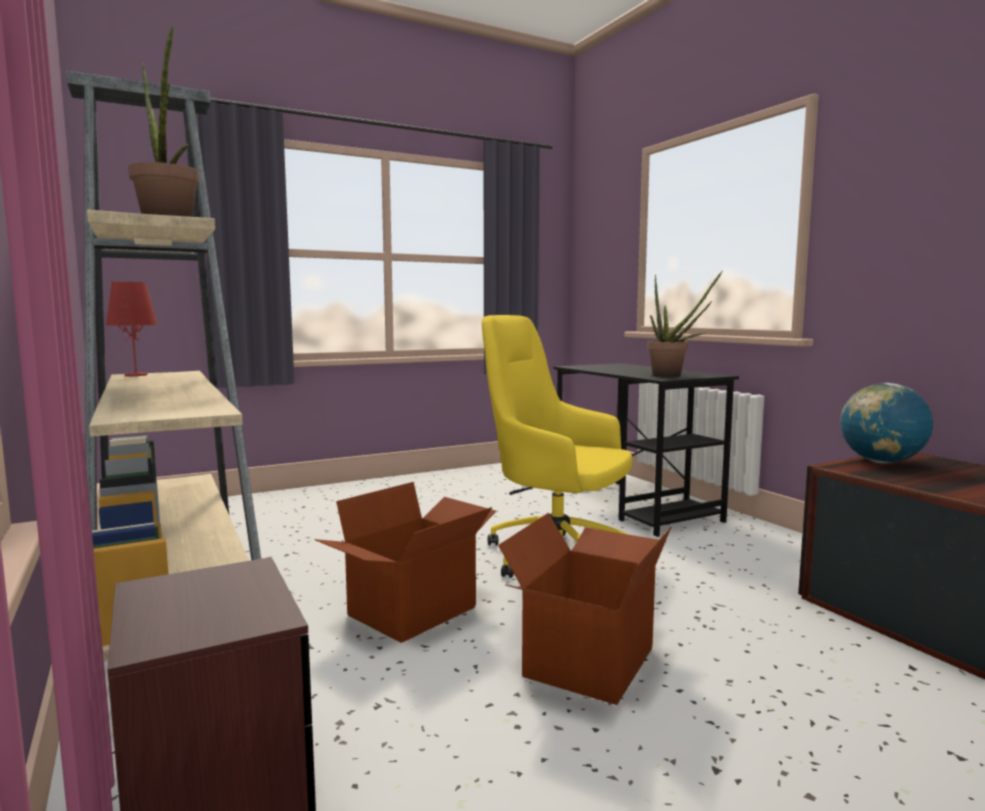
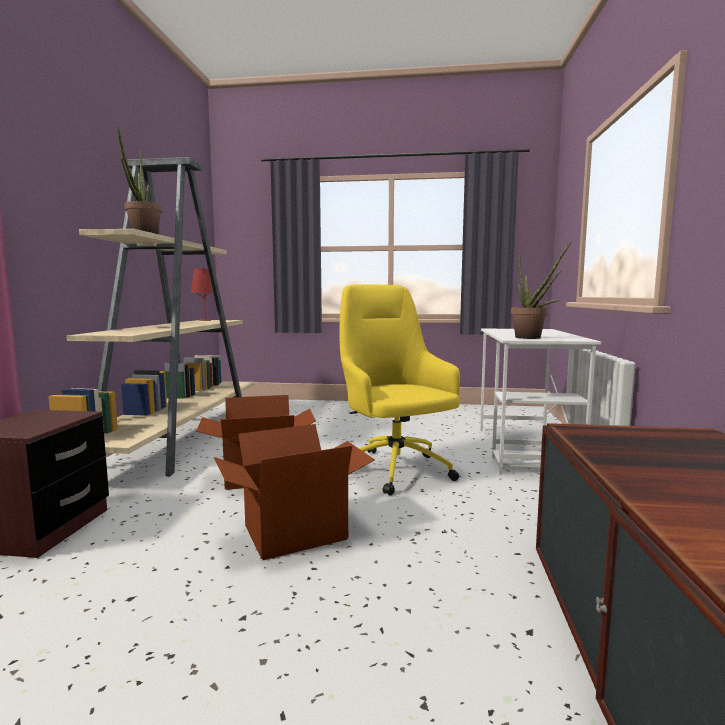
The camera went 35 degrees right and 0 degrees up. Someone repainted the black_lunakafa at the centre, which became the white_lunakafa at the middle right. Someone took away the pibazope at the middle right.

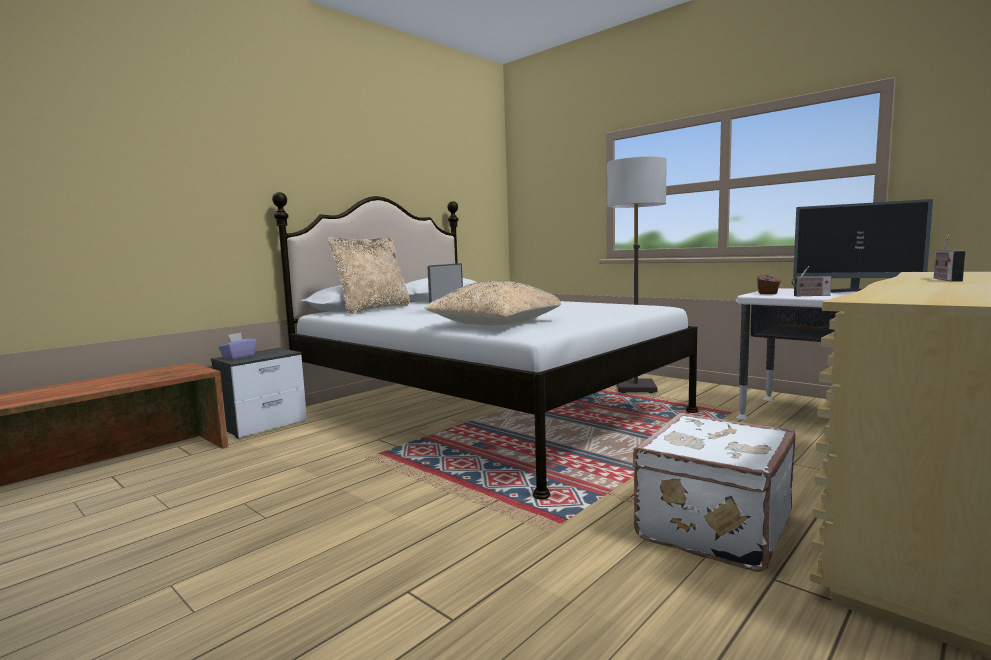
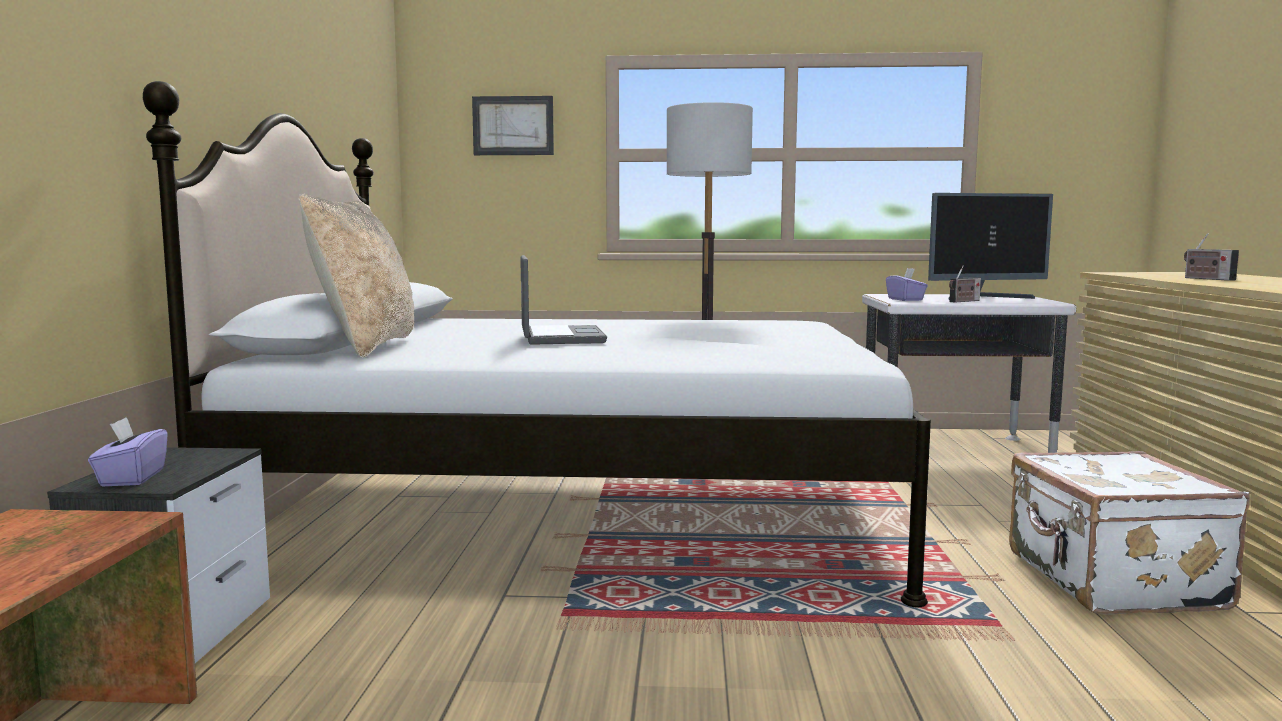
The camera went 40 degrees left and 0 degrees up. Someone put up the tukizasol at the top centre. Someone repainted the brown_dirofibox at the middle right, which became the purple_dirofibox (2nd from left) at the middle right. Someone took away the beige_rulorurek (2nd from left) at the centre.

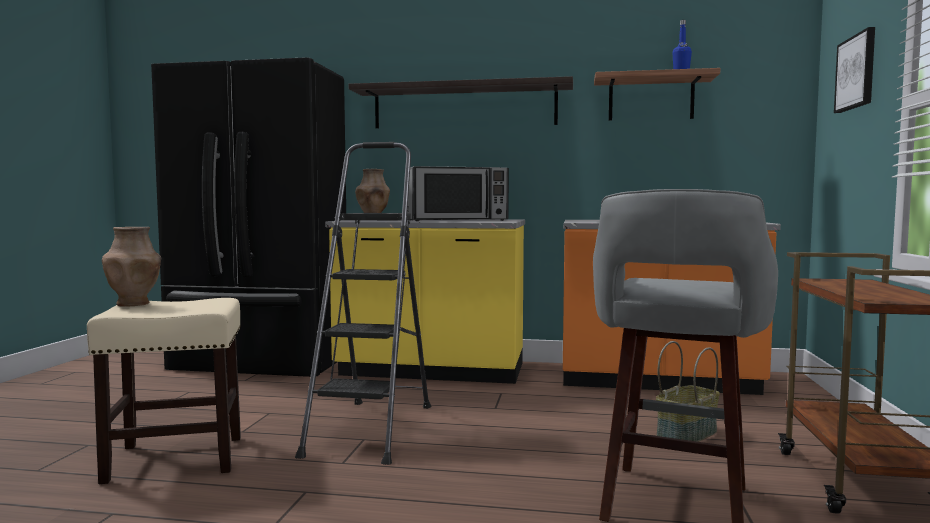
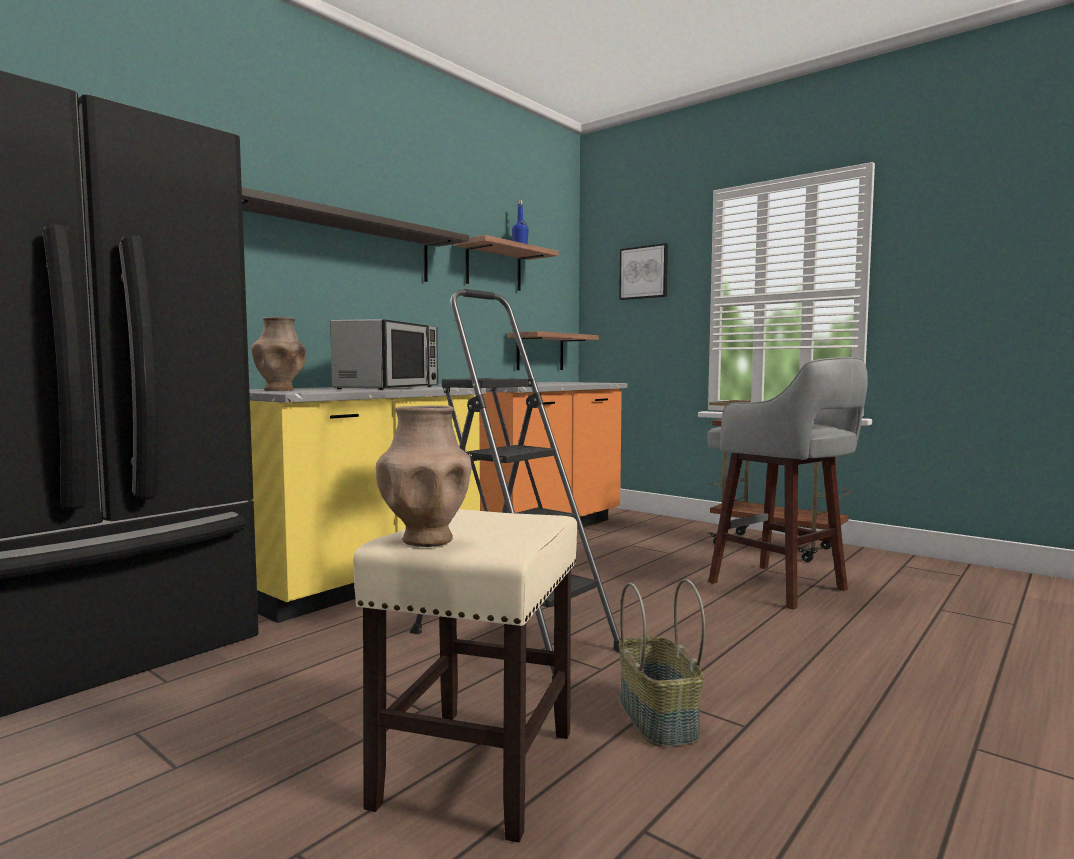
The camera went 60 degrees left and 0 degrees up. Someone put up the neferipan (3rd from left) at the centre. Someone carried the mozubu from the bottom right to the bottom centre.

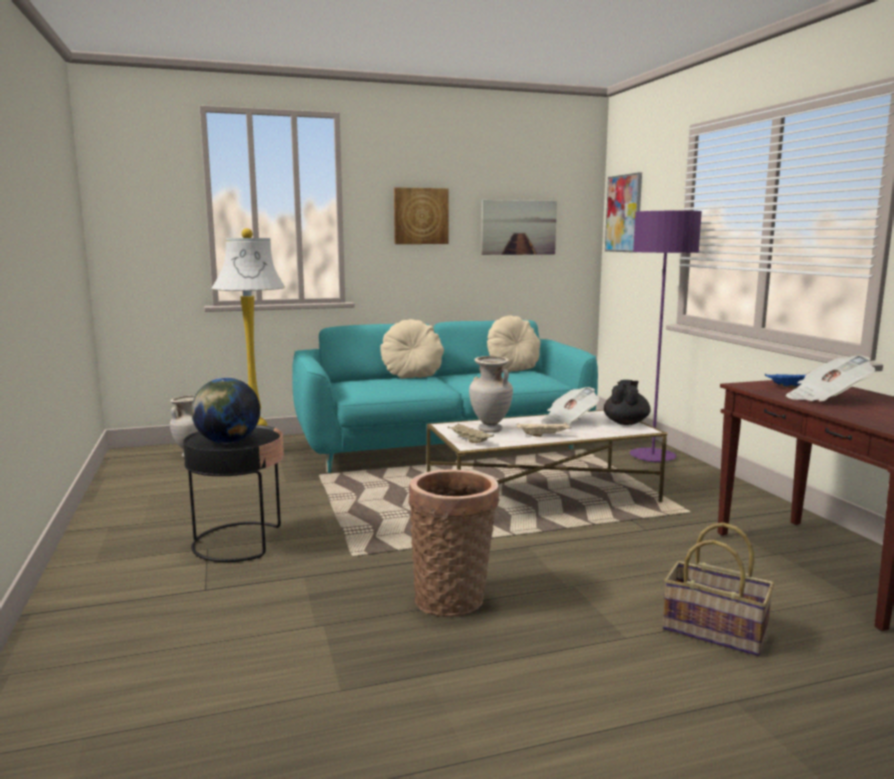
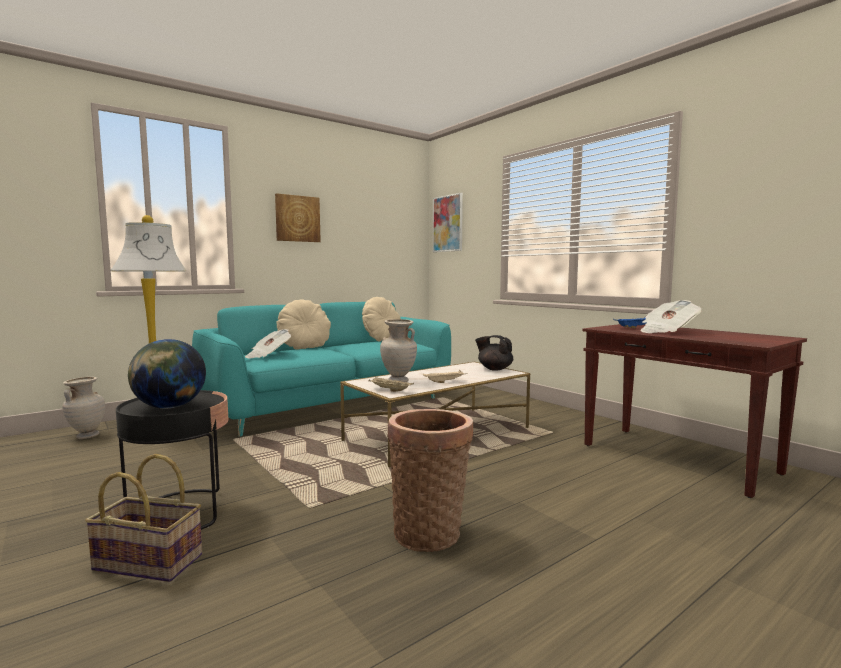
The camera went 20 degrees left and 5 degrees down. Someone carried the mozubu (2nd from left in the first image) from the bottom right to the bottom left. Someone carried the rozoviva (1st from left) from the centre to the middle left. Someone rotated the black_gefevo at the middle right by 60 degrees counterclockwise. Someone took away the tukizasol (2nd from left) at the top centre. Someone took away the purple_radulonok at the middle right.

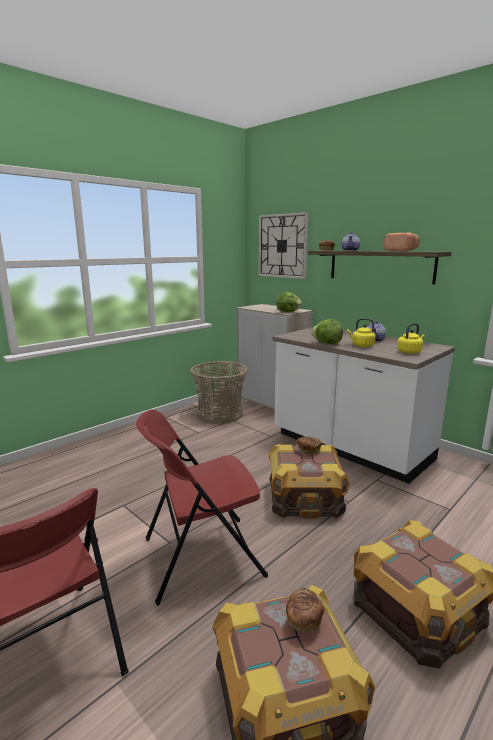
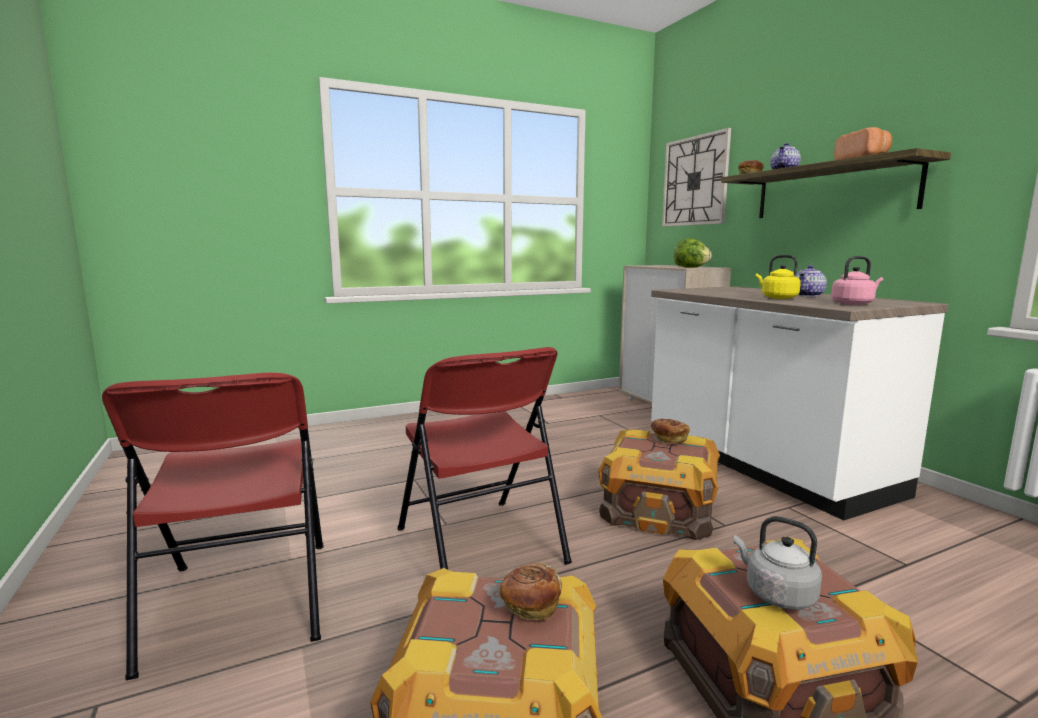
The camera went 20 degrees right and 5 degrees down. Someone rotated the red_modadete (2nd from left) at the bottom centre by 120 degrees counterclockwise. Someone put down the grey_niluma at the bottom right. Someone repainted the yellow_niluma (2nd from left) at the middle right, which became the pink_niluma at the middle right. Someone took away the mozubu at the centre. Someone took away the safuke (2nd from left) at the centre.

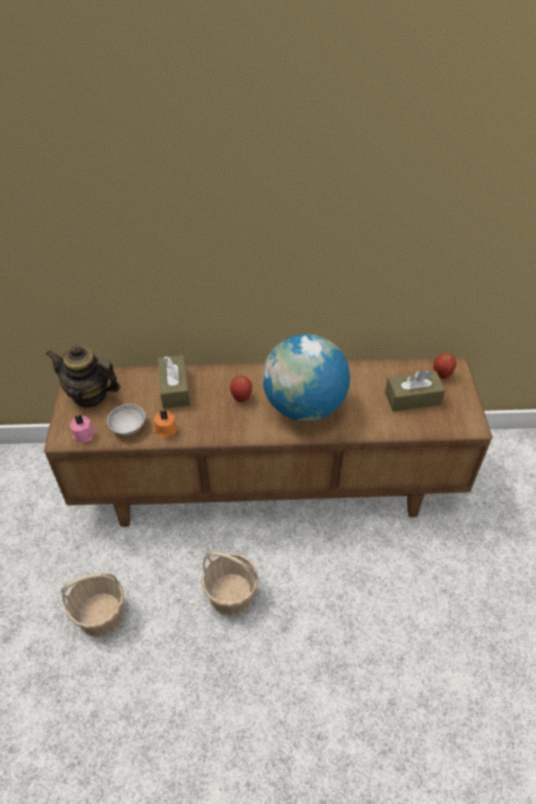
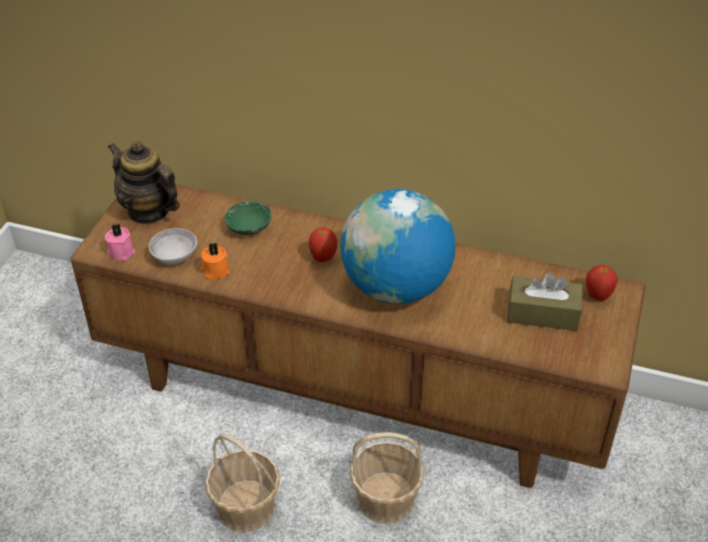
The camera went 20 degrees right and 5 degrees down. Someone swapped the brown_dirofibox (1st from left) at the middle left for the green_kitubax at the centre. Someone carried the mozubu (1st from left in the first image) from the bottom left to the bottom centre.

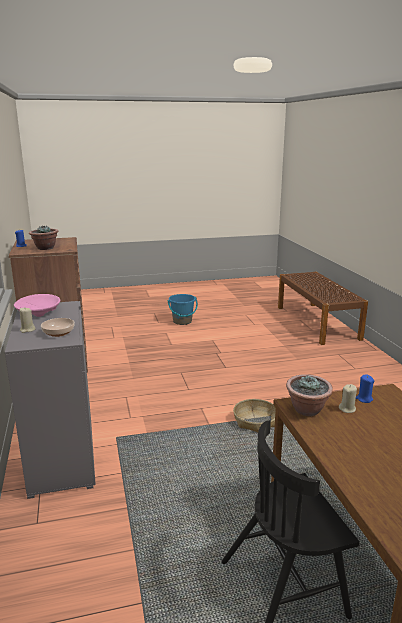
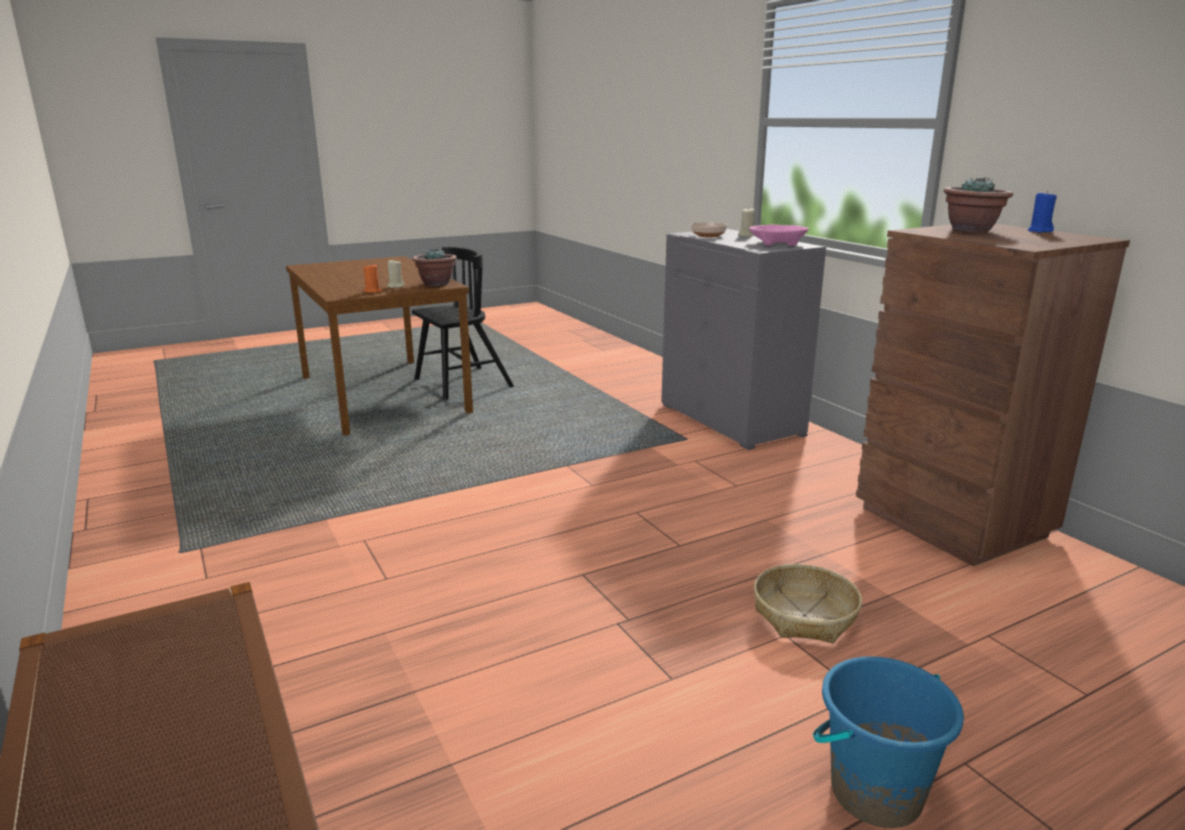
The camera went 165 degrees right and 0 degrees up. Someone repainted the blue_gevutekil (2nd from left) at the middle right, which became the orange_gevutekil at the middle left. Someone carried the mozubu from the bottom centre to the bottom right.

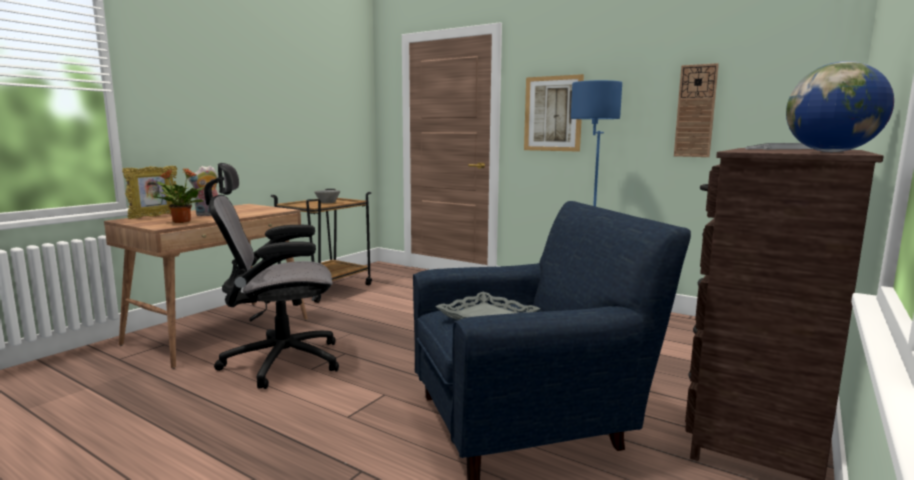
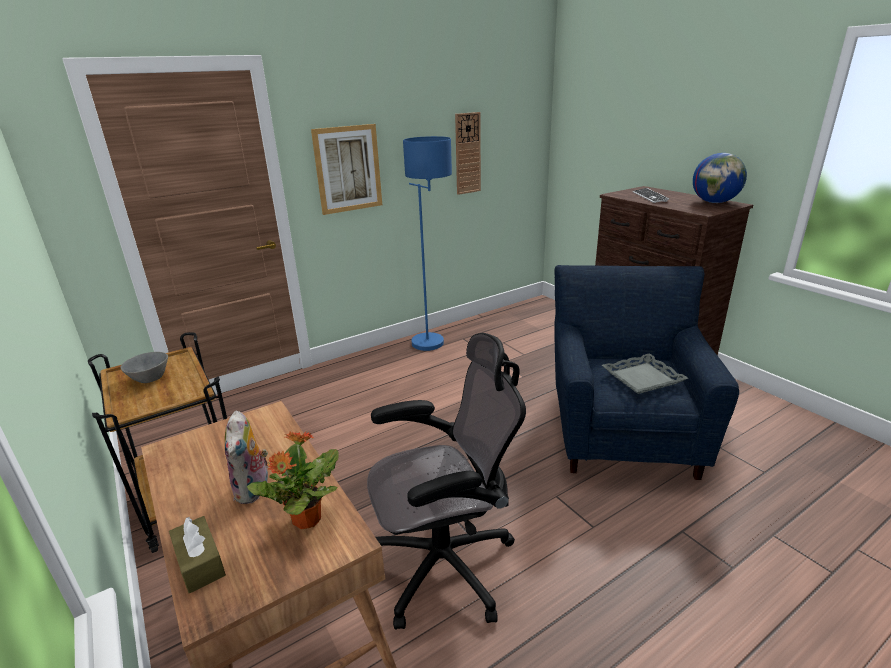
The camera went 65 degrees left and 15 degrees up. Someone swapped the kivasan at the middle left for the brown_dirofibox at the bottom left. Someone rotated the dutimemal at the middle left by 120 degrees counterclockwise.

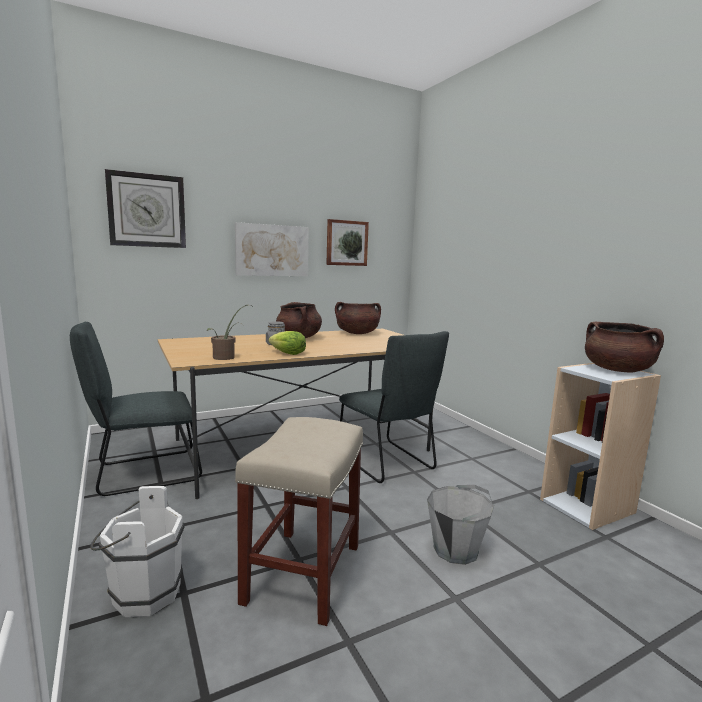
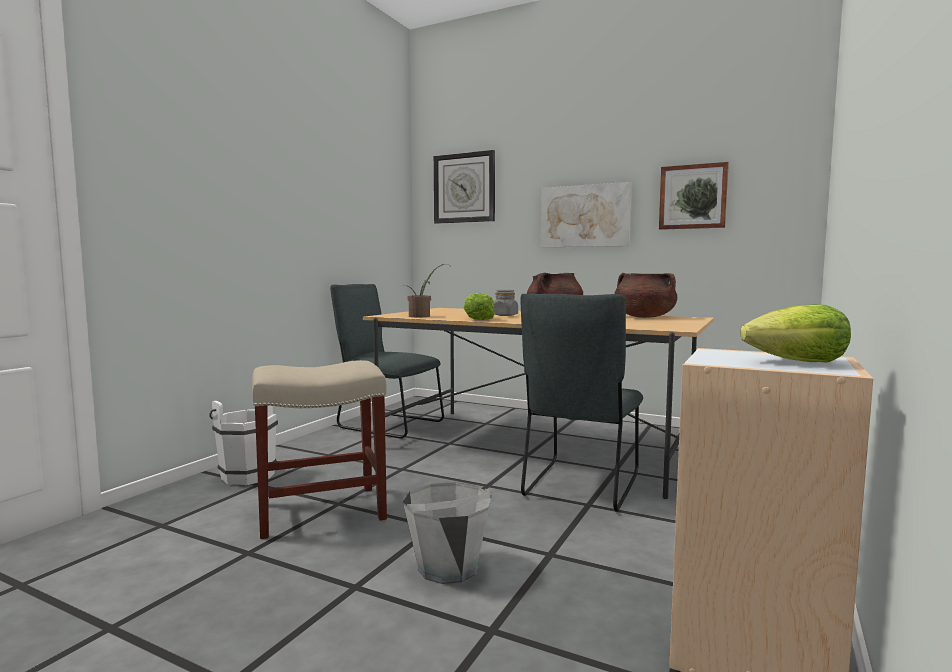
The camera went 55 degrees right and 5 degrees down. Someone swapped the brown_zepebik (3rd from left) at the middle right for the safuke (2nd from left) at the middle right.

